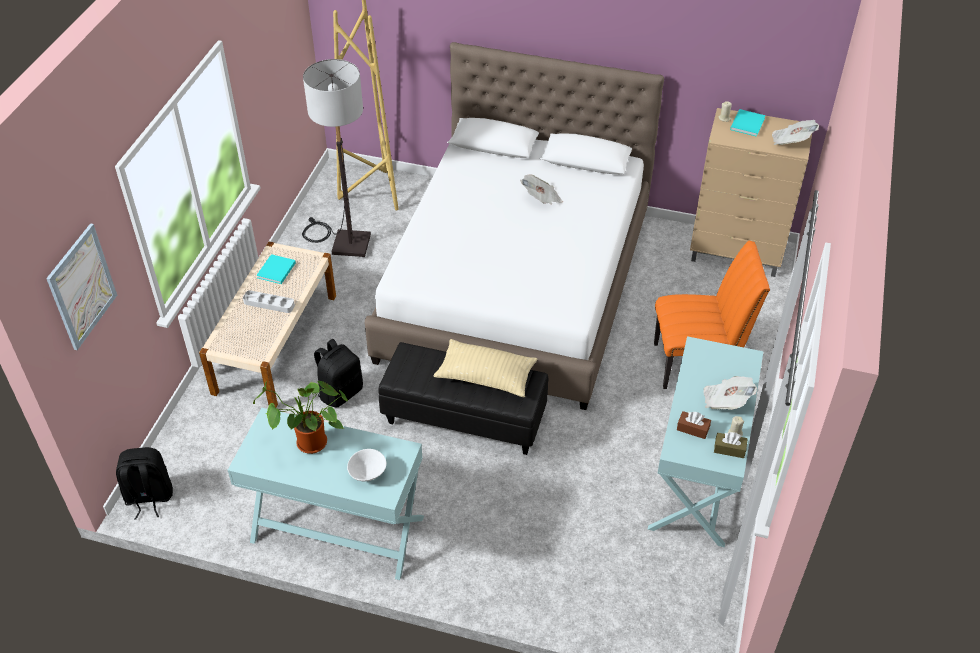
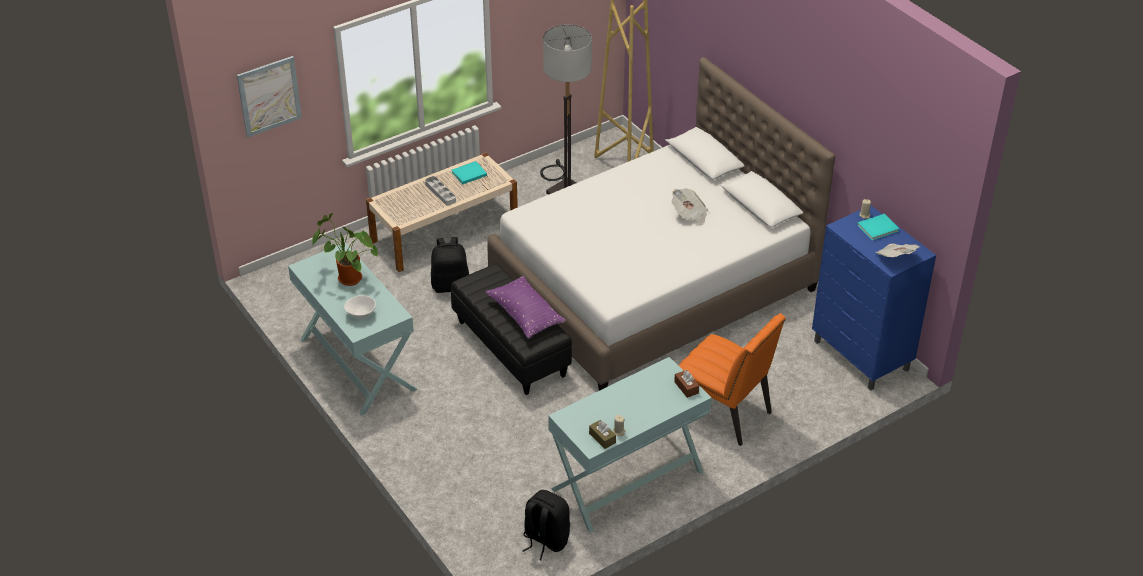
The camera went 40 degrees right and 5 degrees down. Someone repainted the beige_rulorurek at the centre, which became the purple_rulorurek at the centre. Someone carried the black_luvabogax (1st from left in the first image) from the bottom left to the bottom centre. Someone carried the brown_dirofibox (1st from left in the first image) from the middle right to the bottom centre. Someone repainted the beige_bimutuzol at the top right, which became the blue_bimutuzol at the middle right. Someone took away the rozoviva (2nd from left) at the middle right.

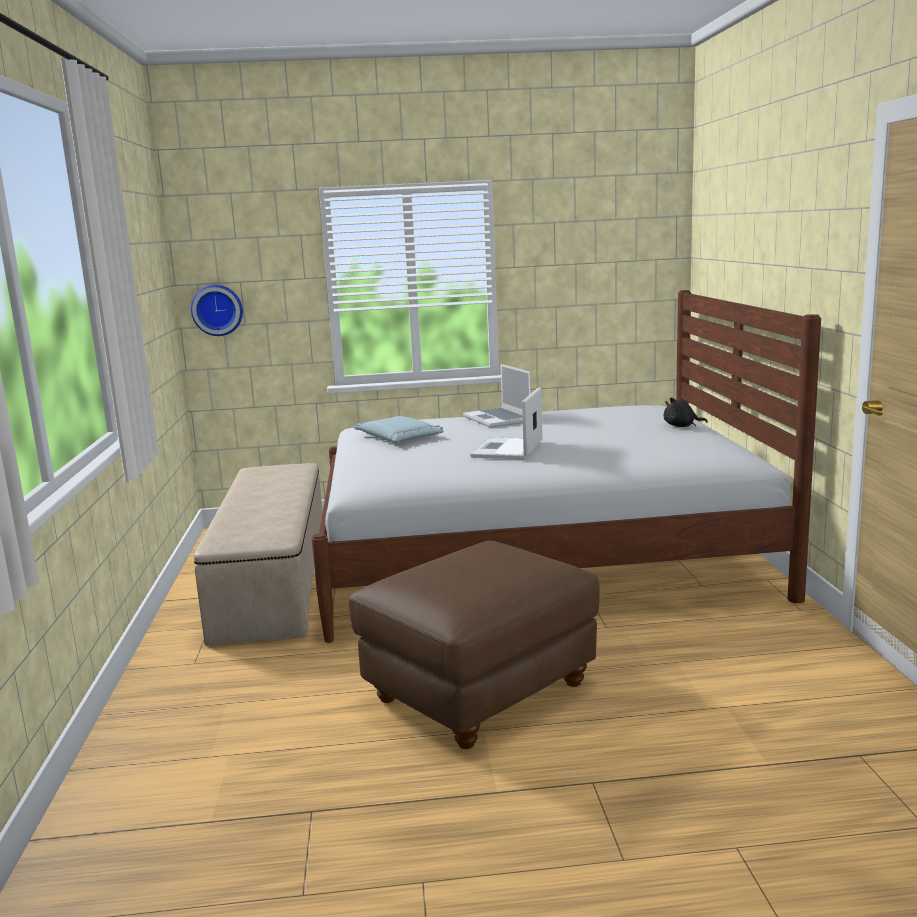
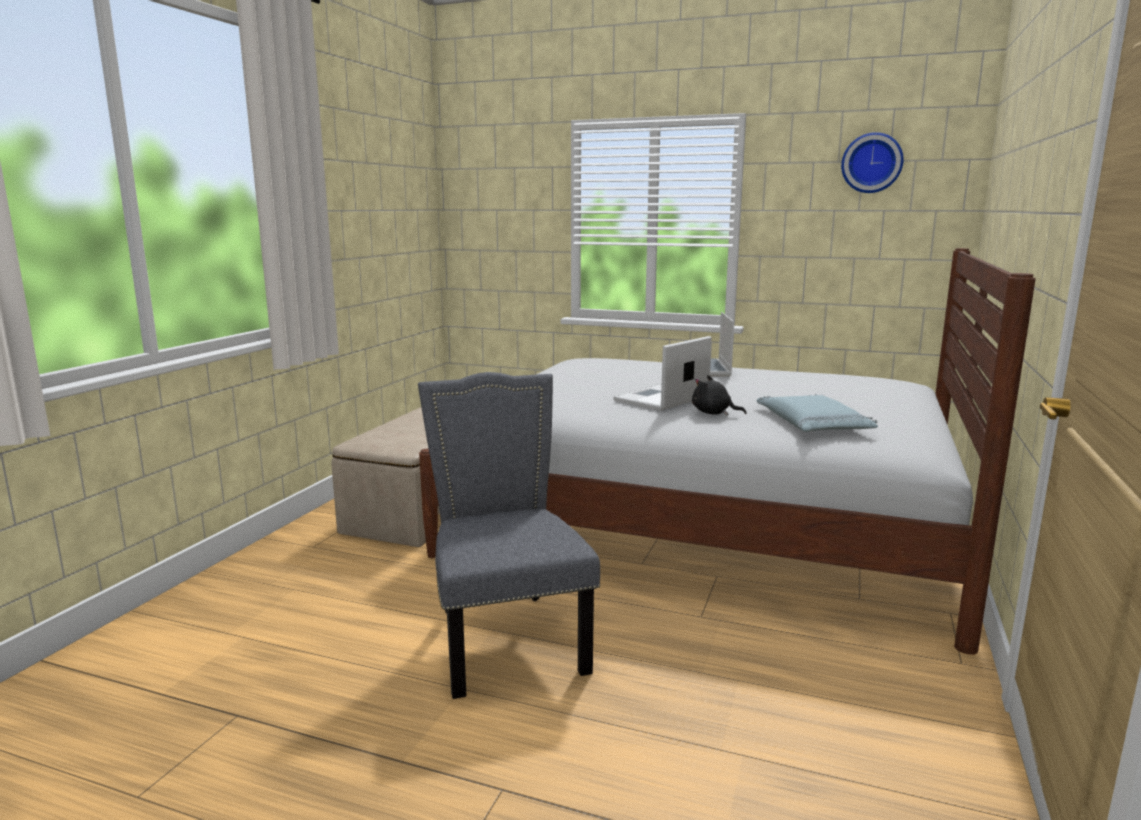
The camera went 25 degrees right and 0 degrees up. Someone swapped the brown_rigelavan at the bottom centre for the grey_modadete at the centre. Someone carried the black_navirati from the middle right to the centre. Someone carried the blue_rulorurek from the centre to the middle right. Someone carried the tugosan from the middle left to the top right.

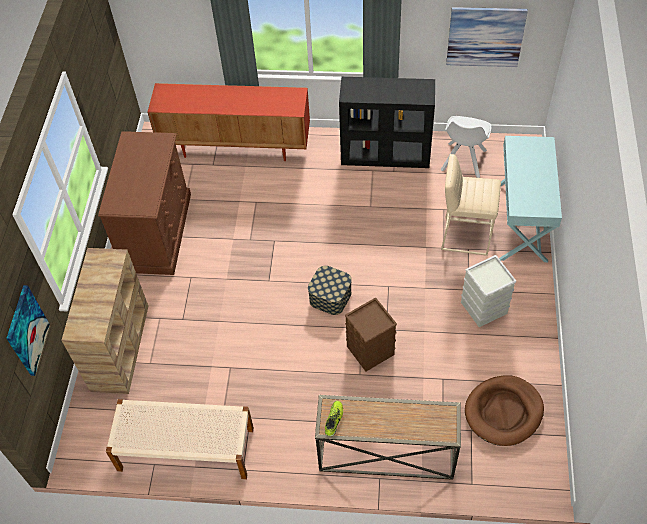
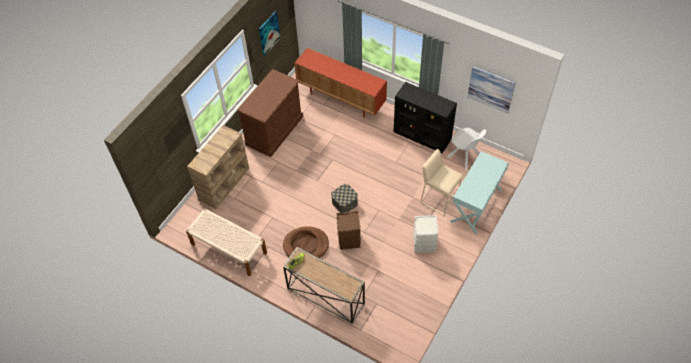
The camera went 25 degrees right and 0 degrees up. Someone carried the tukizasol (1st from left) from the middle left to the top centre. Someone carried the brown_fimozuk from the bottom right to the bottom centre. Someone rotated the white_modadete at the top right by 90 degrees counterclockwise.

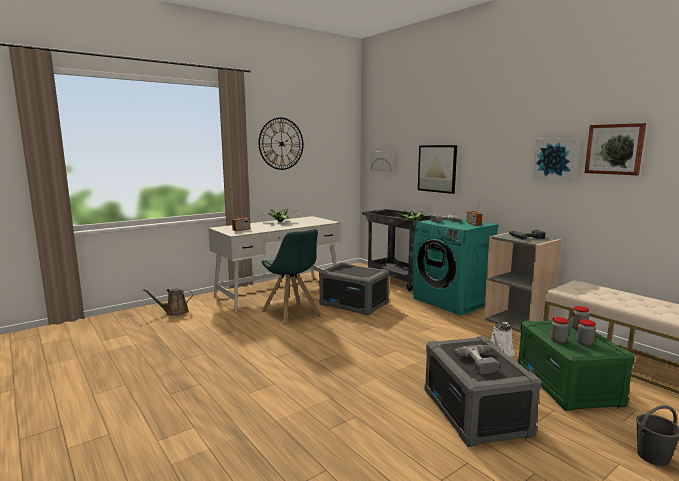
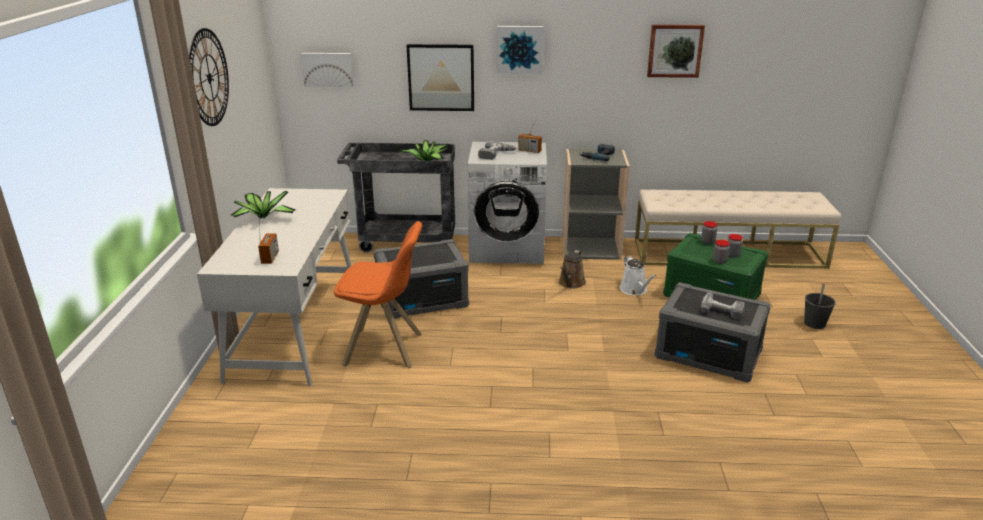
The camera went 50 degrees left and 15 degrees up. Someone repainted the turquoise_modadete at the centre, which became the orange_modadete at the centre. Someone repainted the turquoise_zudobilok at the middle right, which became the white_zudobilok at the centre. Someone carried the tukizasol (3rd from left) from the top right to the top centre. Someone carried the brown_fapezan from the middle left to the centre.

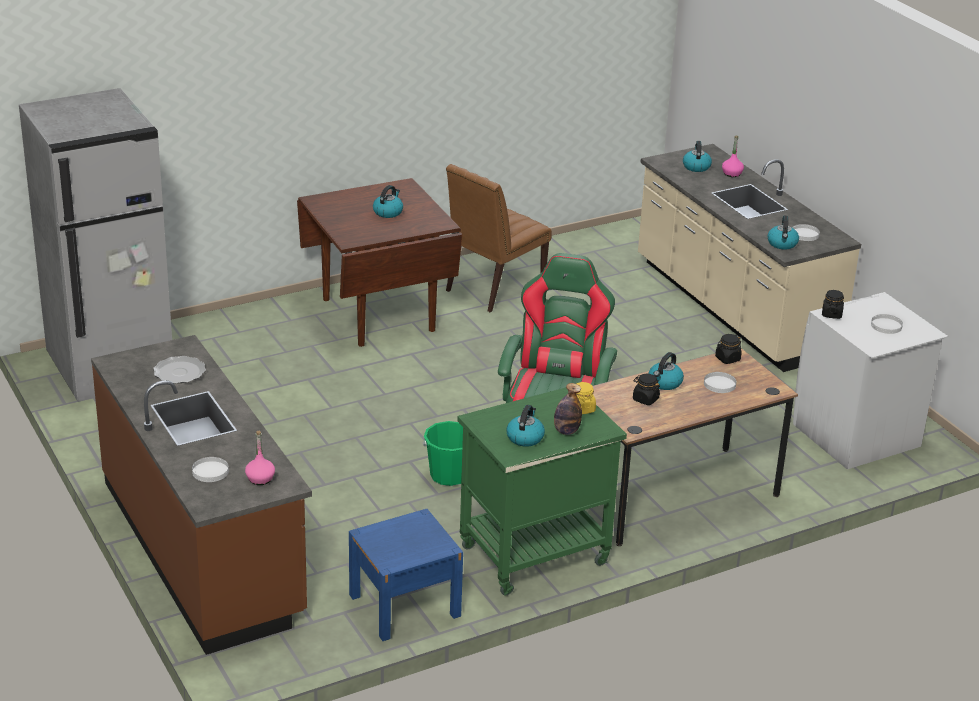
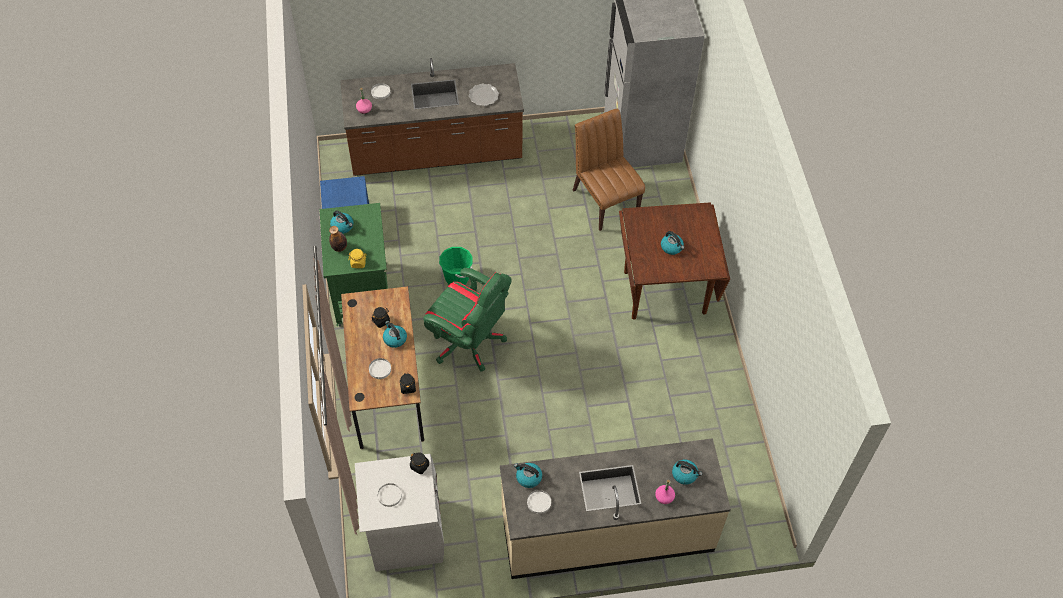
The camera went 110 degrees right and 25 degrees up. Someone carried the brown_modadete from the centre to the top centre.

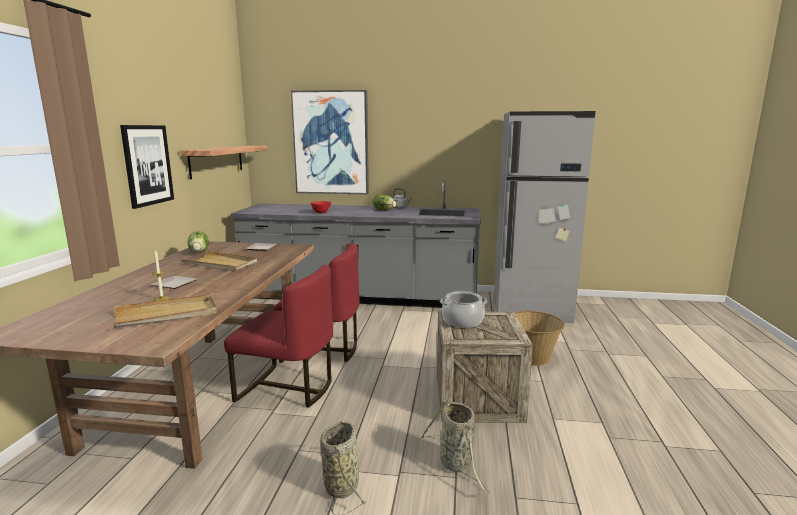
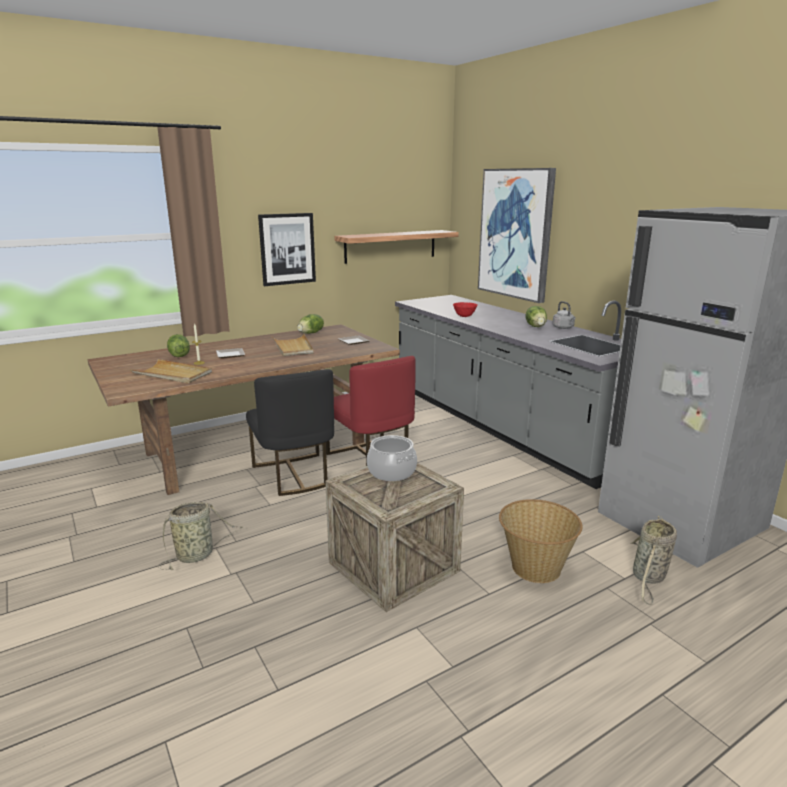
The camera went 50 degrees right and 5 degrees up. Someone put down the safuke (1st from left) at the middle left. Someone repainted the red_modadete (1st from left) at the centre, which became the black_modadete at the centre. Someone carried the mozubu (2nd from left in the first image) from the bottom centre to the bottom right.

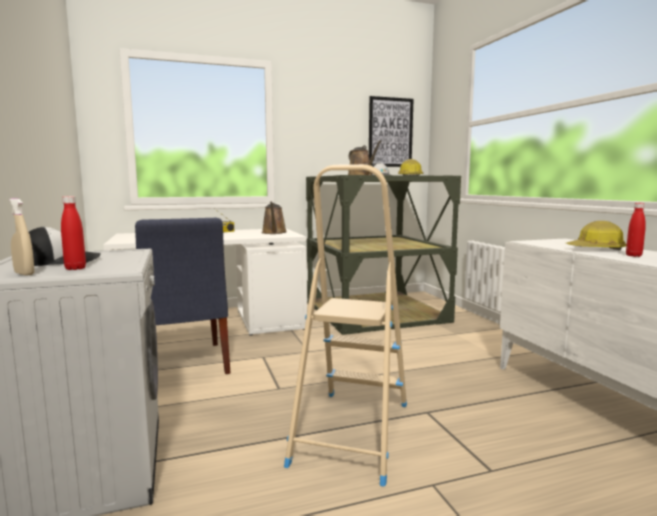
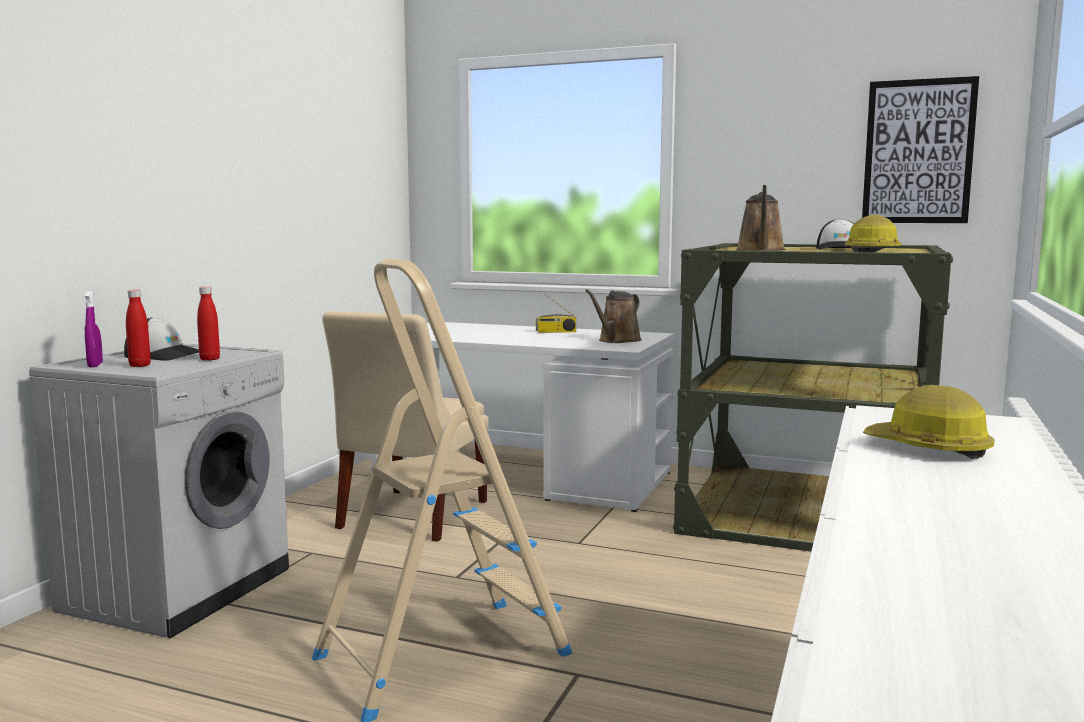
The camera went 40 degrees right and 0 degrees up. Someone repainted the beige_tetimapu at the middle left, which became the purple_tetimapu at the middle left. Someone carried the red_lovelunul (2nd from left) from the middle right to the middle left. Someone repainted the blue_modadete at the middle left, which became the beige_modadete at the centre.

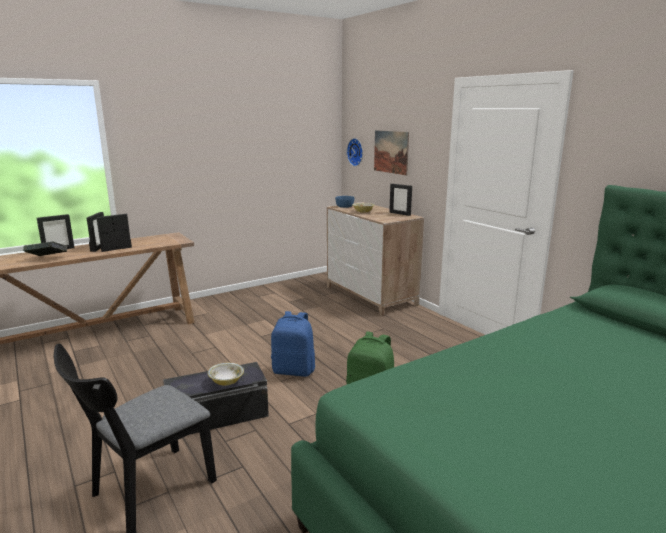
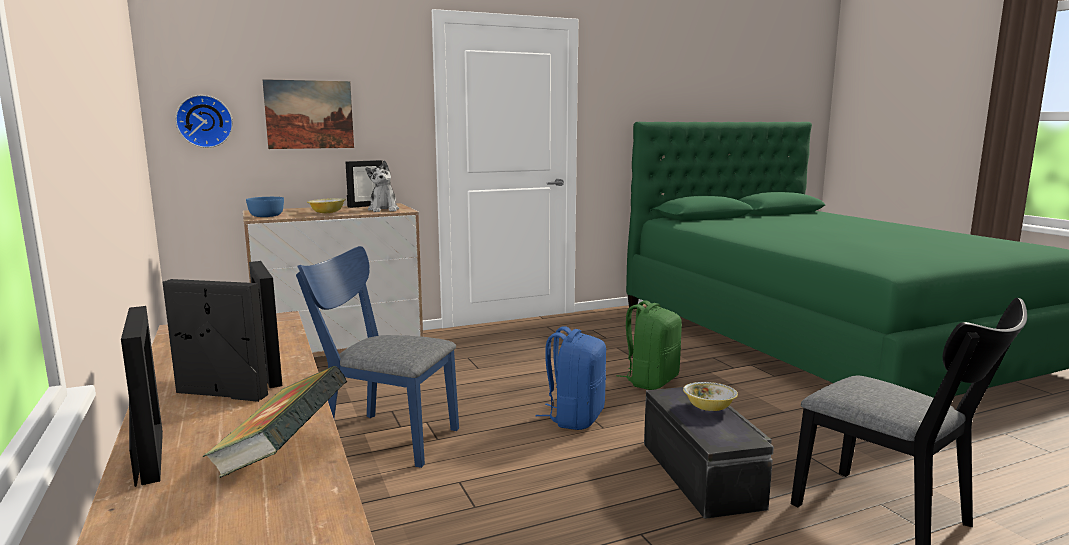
The camera went 80 degrees left and 5 degrees down. Someone put down the blue_modadete at the centre. Someone put down the navirati at the centre.

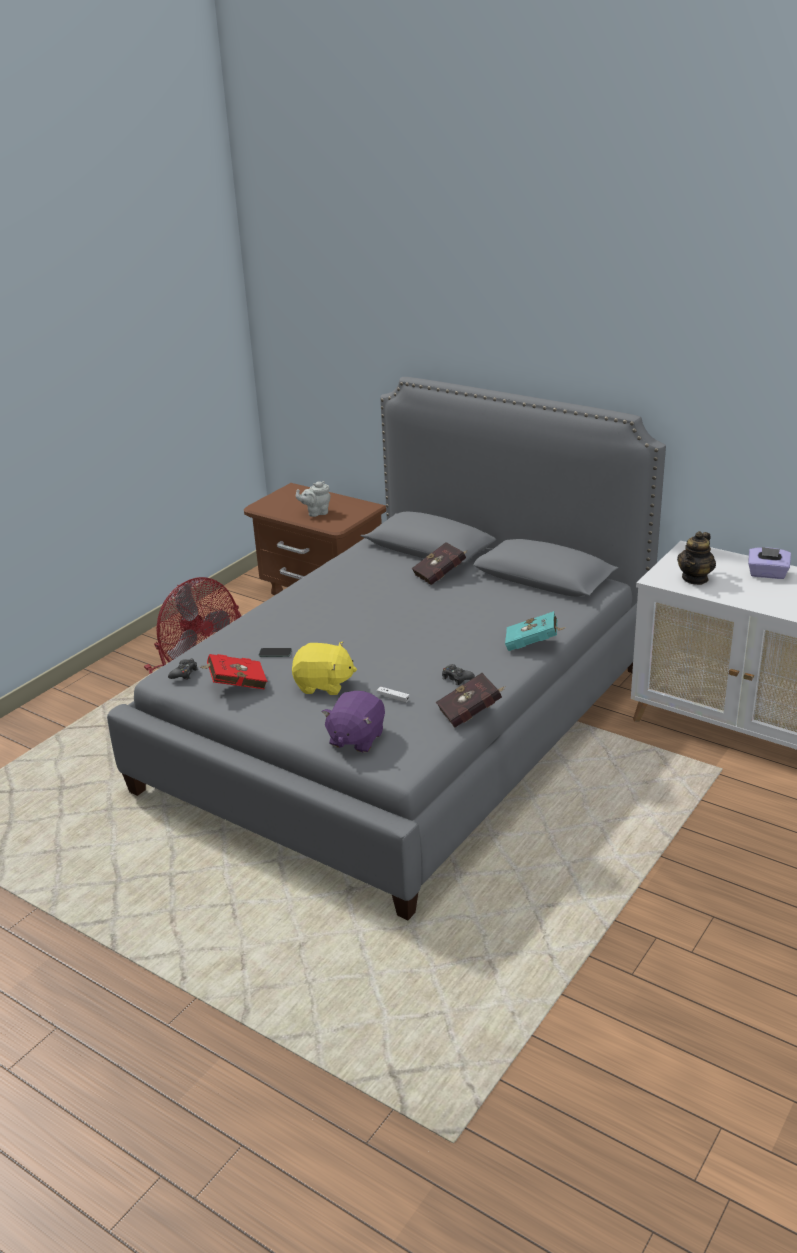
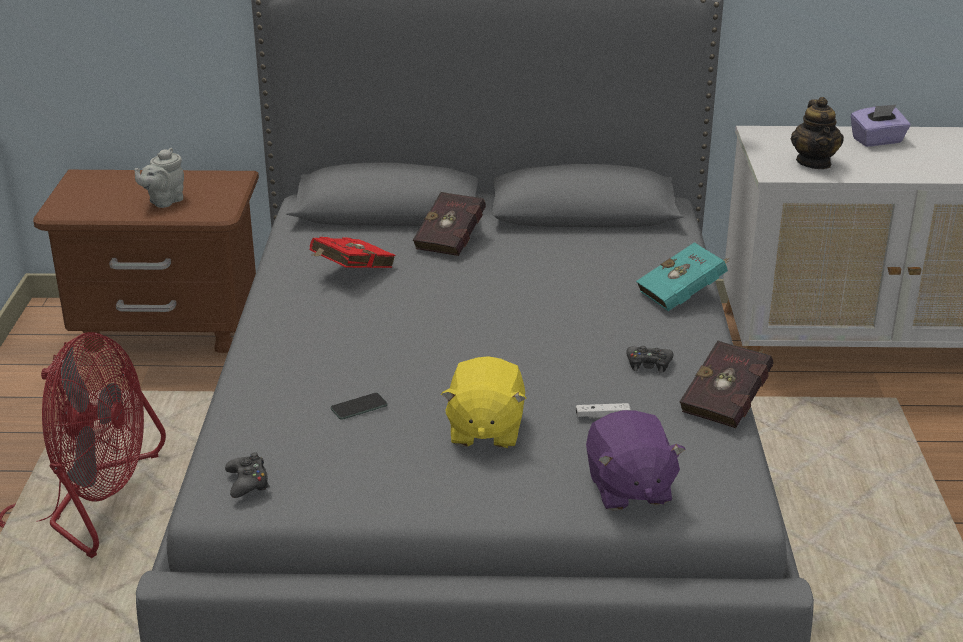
The camera went 35 degrees left and 0 degrees up. Someone carried the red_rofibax (1st from left) from the middle left to the centre. Someone rotated the yellow_navirati at the centre by 120 degrees clockwise.

